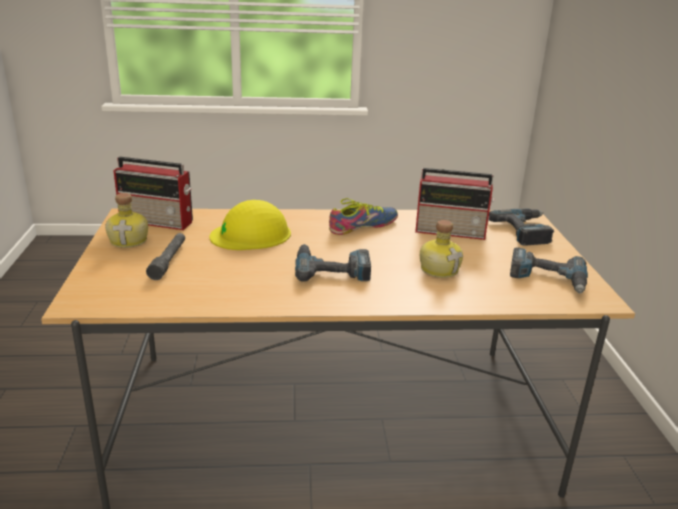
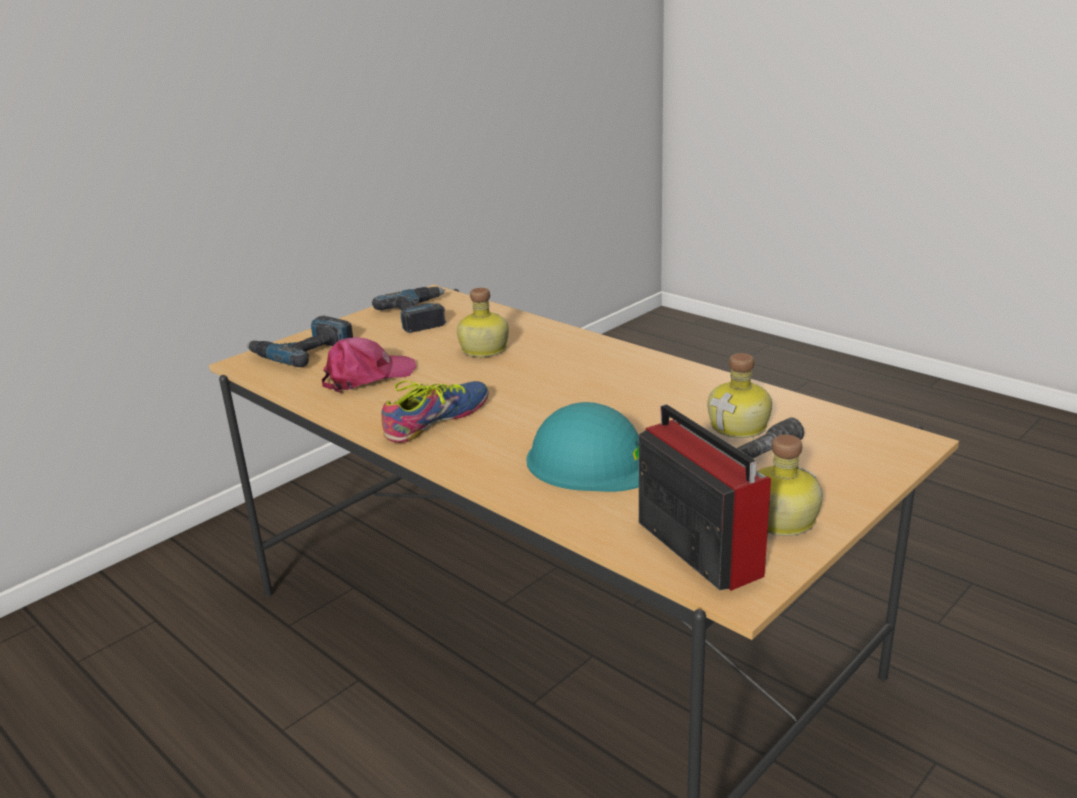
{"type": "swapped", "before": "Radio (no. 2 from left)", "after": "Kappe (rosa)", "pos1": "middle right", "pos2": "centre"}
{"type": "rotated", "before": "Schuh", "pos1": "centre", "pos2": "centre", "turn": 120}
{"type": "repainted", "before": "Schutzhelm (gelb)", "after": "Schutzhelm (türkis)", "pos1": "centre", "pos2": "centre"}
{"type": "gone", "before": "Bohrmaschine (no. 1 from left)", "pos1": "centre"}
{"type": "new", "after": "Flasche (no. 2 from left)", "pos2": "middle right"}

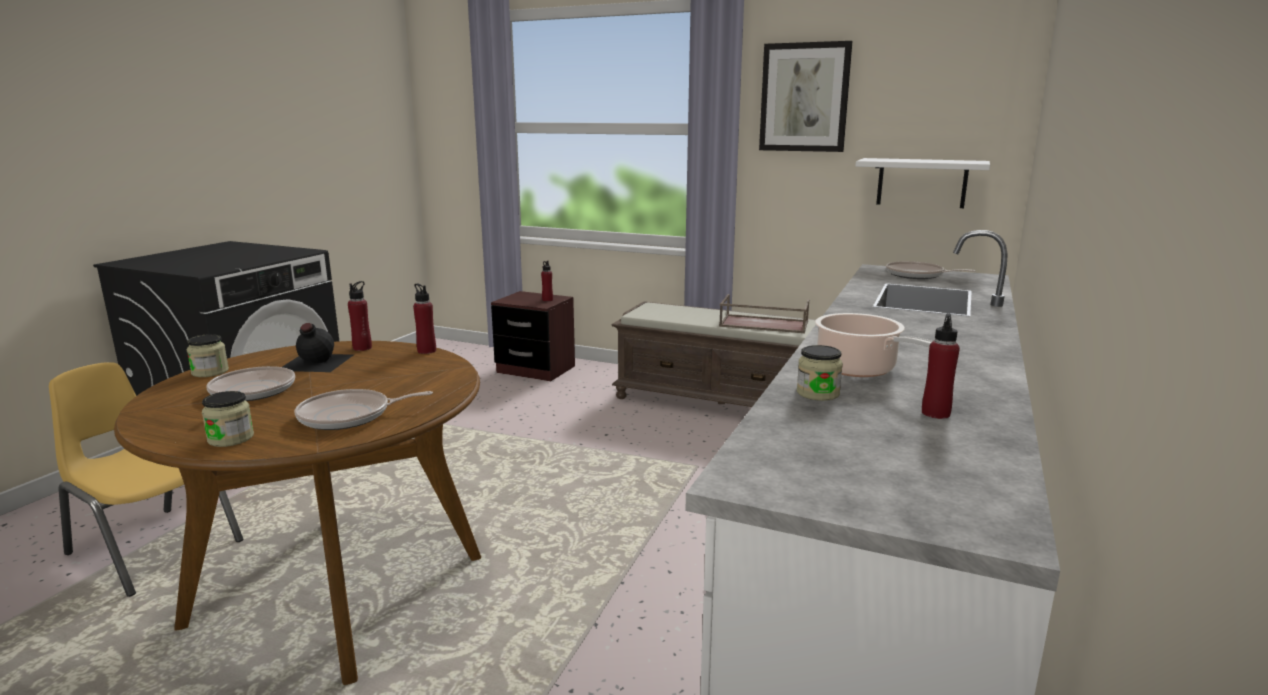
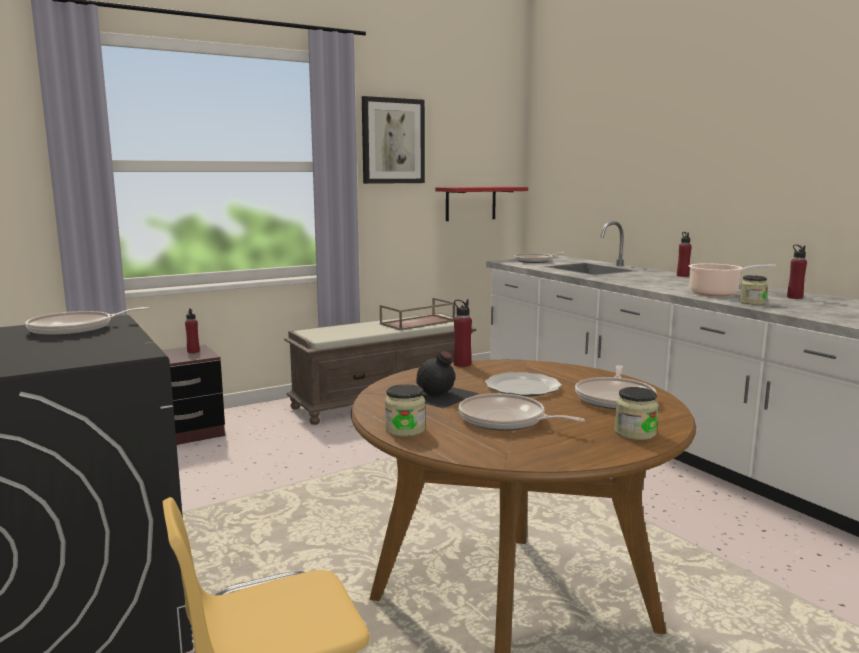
{"type": "repainted", "before": "Wandregal (weiß)", "after": "Wandregal (rot)", "pos1": "top right", "pos2": "top centre"}
{"type": "shifted", "before": "Flasche (rot) (no. 1 from left in the first image)", "after": "Flasche (rot) (no. 3 from left)", "pos1": "middle left", "pos2": "middle right"}
{"type": "new", "after": "Pfanne (no. 1 from left)", "pos2": "middle left"}
{"type": "new", "after": "Teller", "pos2": "centre"}

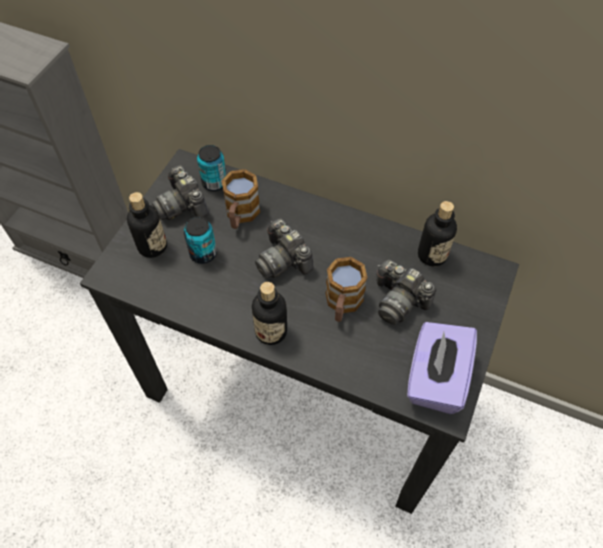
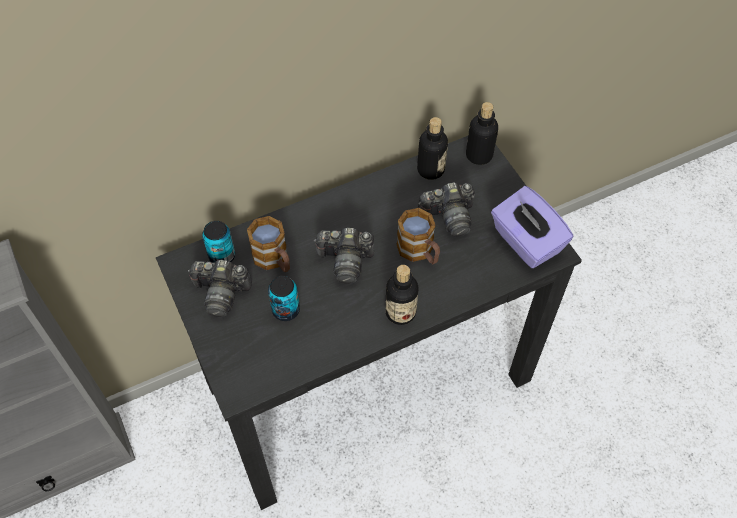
{"type": "shifted", "before": "Flasche (no. 1 from left in the first image)", "after": "Flasche (no. 3 from left)", "pos1": "middle left", "pos2": "top centre"}

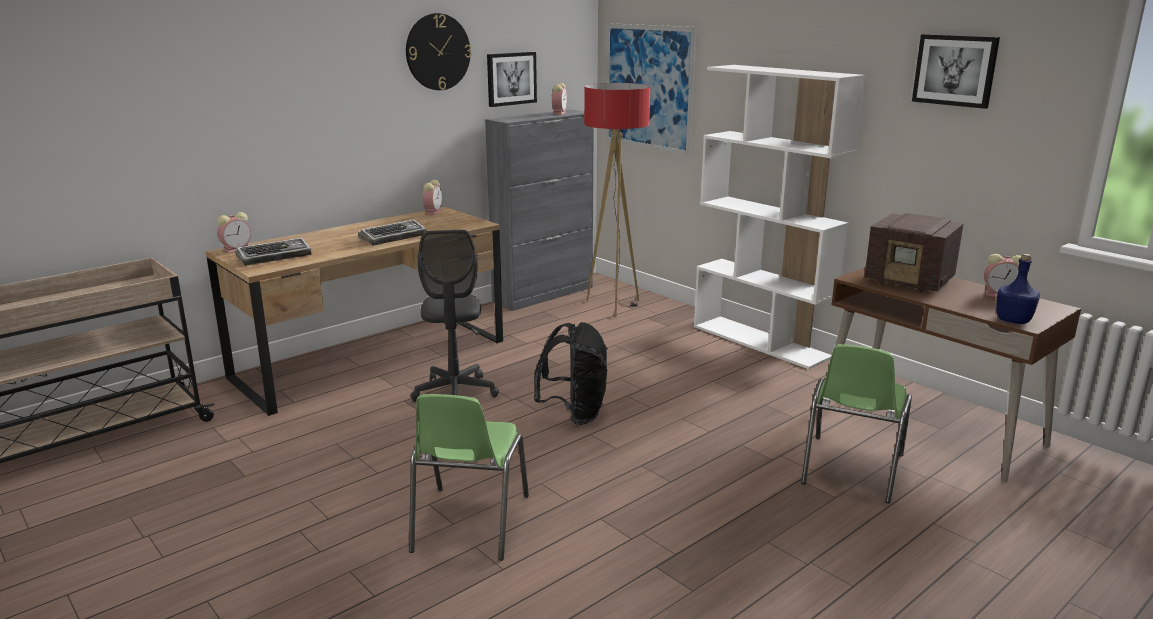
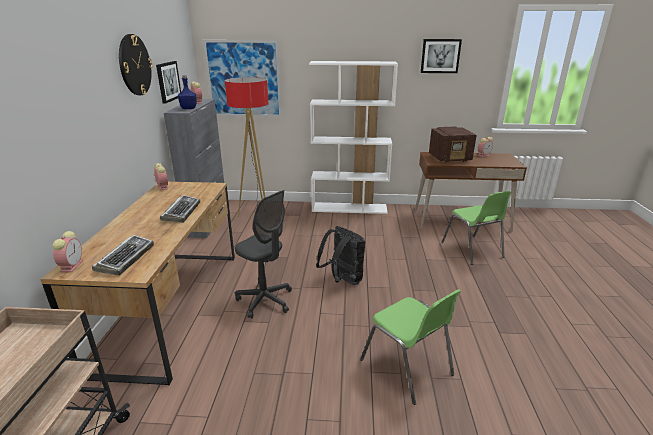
{"type": "shifted", "before": "Flasche (blau)", "pos1": "middle right", "pos2": "top left"}

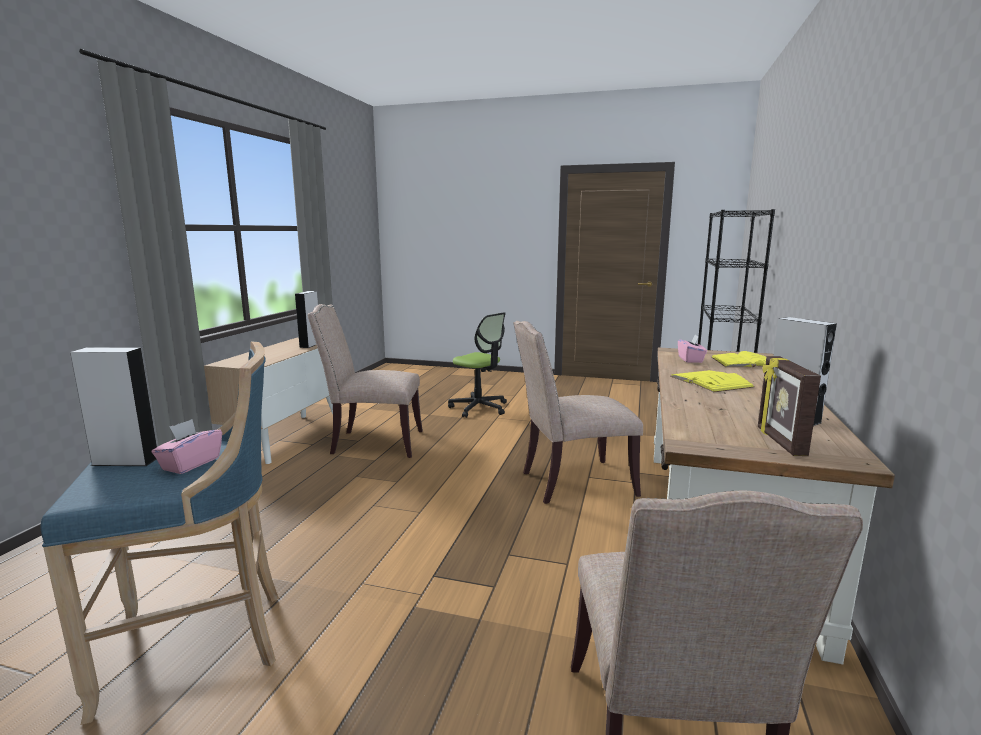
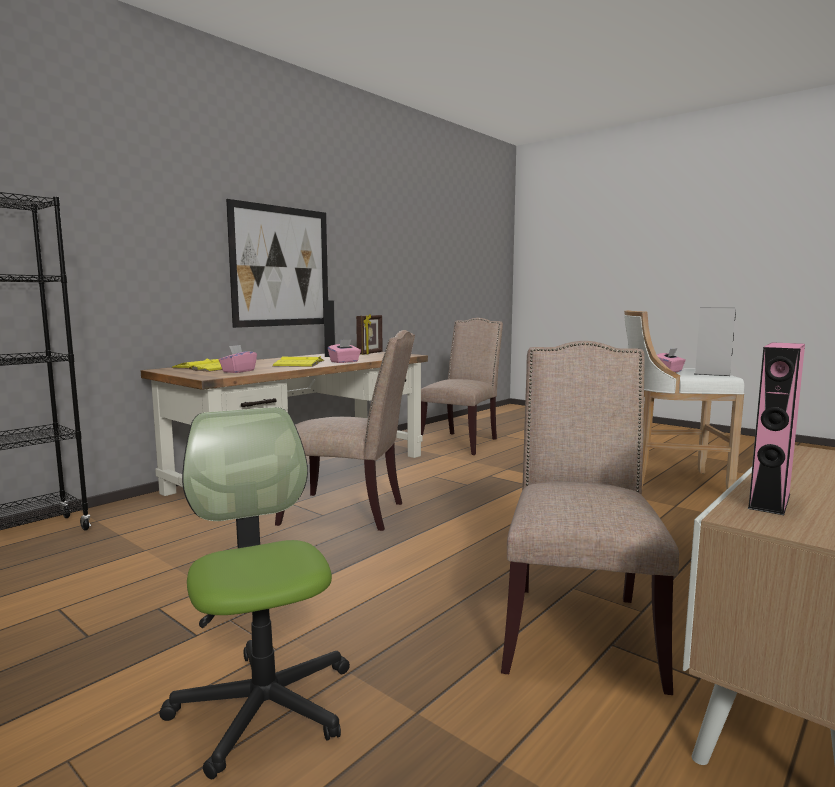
{"type": "repainted", "before": "Lautsprecher (grau) (no. 2 from left)", "after": "Lautsprecher (rosa)", "pos1": "middle left", "pos2": "middle right"}
{"type": "rotated", "before": "Stuhl (beige) (no. 1 from left in the first image)", "pos1": "centre", "pos2": "middle right", "turn": -105}
{"type": "repainted", "before": "Hocker (blau)", "after": "Hocker (weiß)", "pos1": "bottom left", "pos2": "middle right"}
{"type": "new", "after": "Bild", "pos2": "middle left"}
{"type": "new", "after": "Taschentuchbox (rosa) (no. 2 from left)", "pos2": "centre"}

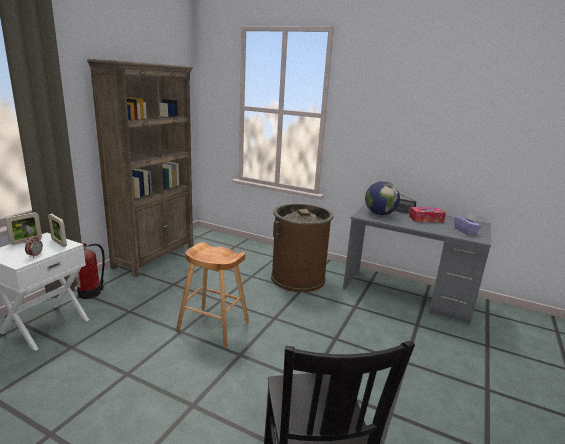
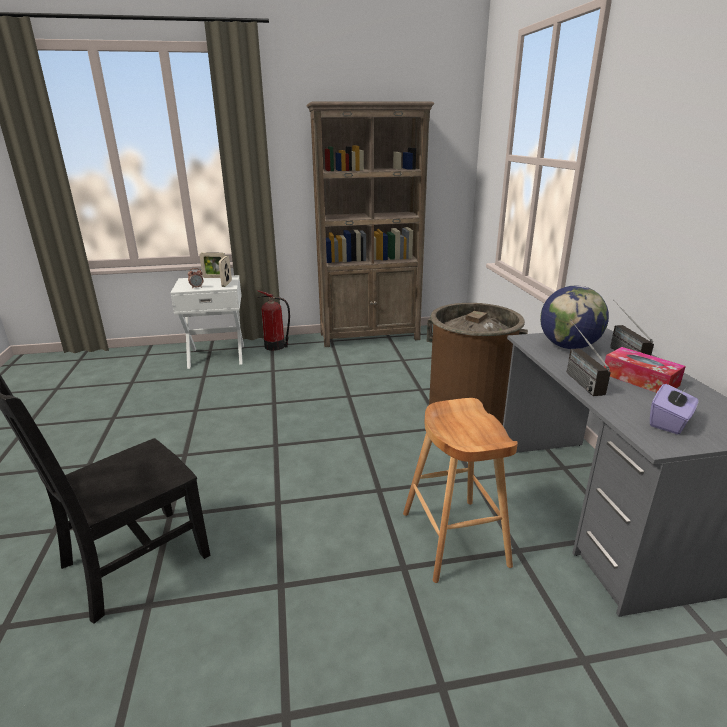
{"type": "shifted", "before": "Hocker (braun)", "pos1": "centre", "pos2": "bottom centre"}
{"type": "new", "after": "Radio (no. 1 from left)", "pos2": "middle right"}

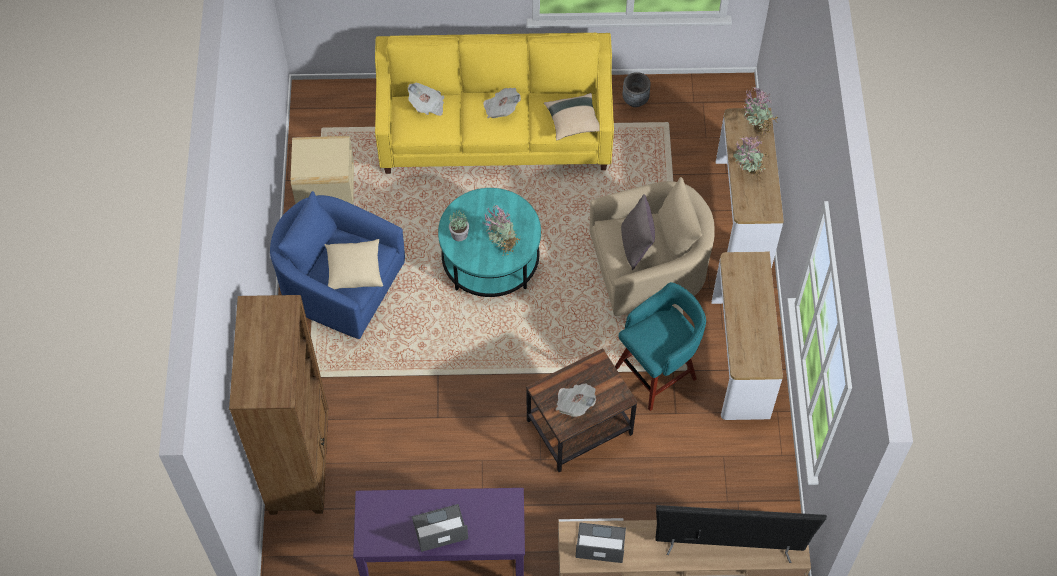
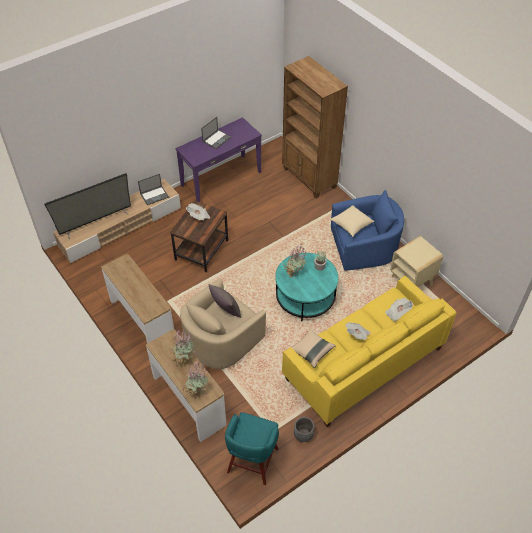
{"type": "shifted", "before": "Hocker (türkis)", "pos1": "centre", "pos2": "bottom centre"}

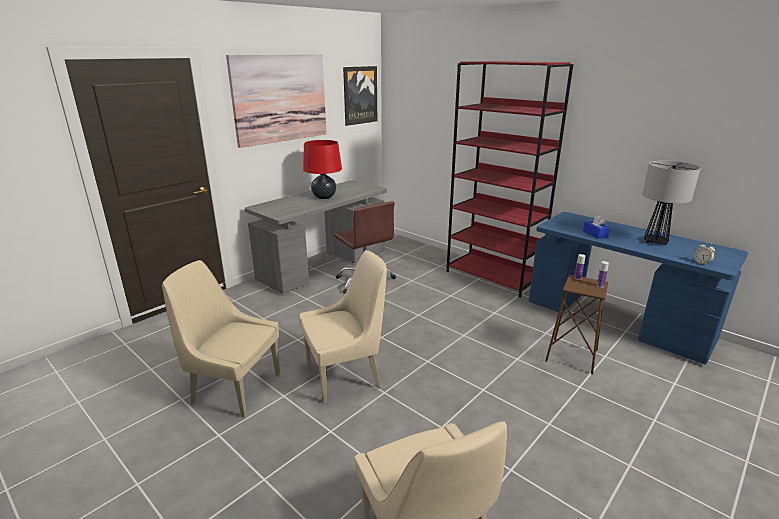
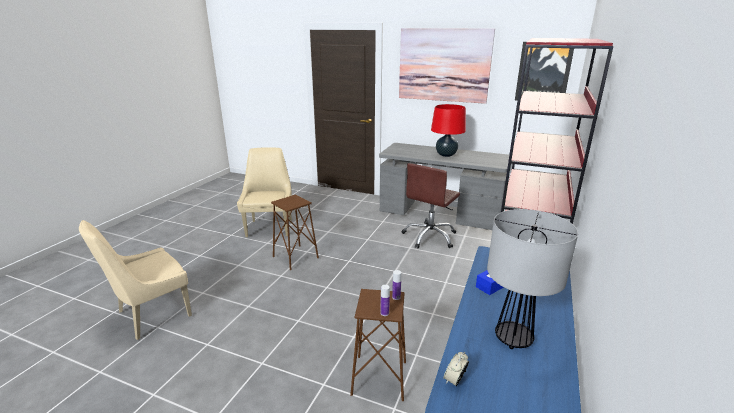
{"type": "swapped", "before": "Stuhl (beige) (no. 2 from left)", "after": "Hocker (braun) (no. 1 from left)", "pos1": "centre", "pos2": "centre"}

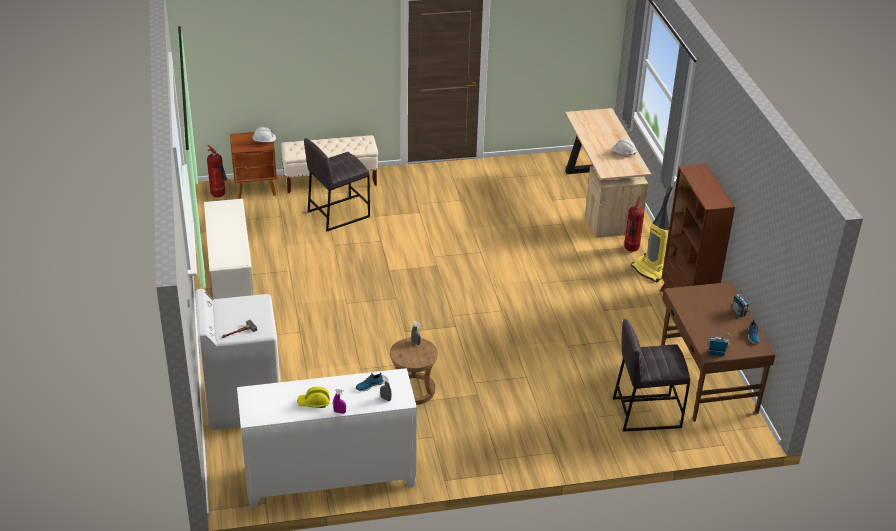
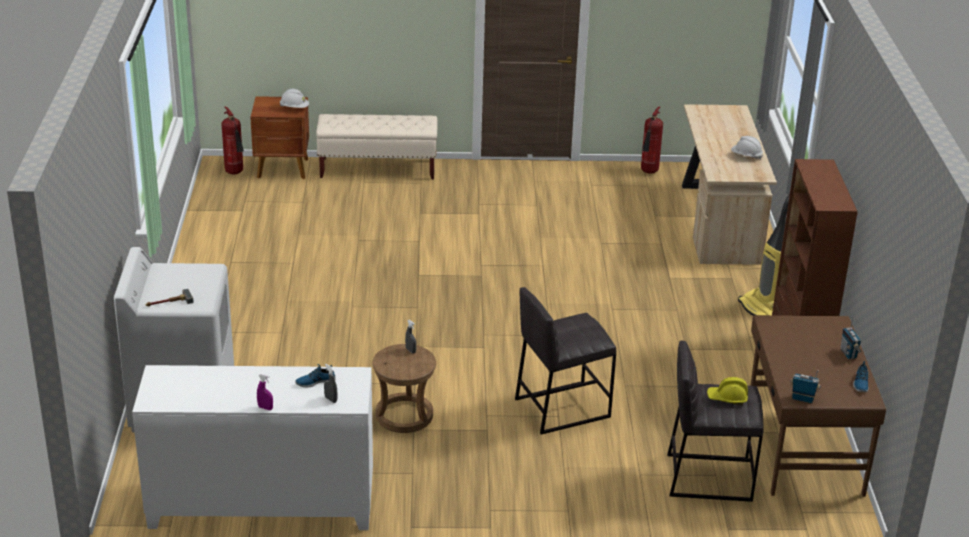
{"type": "shifted", "before": "Hocker (grau) (no. 1 from left)", "pos1": "centre", "pos2": "bottom centre"}
{"type": "shifted", "before": "Feuerlöscher (no. 2 from left)", "pos1": "middle right", "pos2": "top right"}
{"type": "gone", "before": "Schuhregal (weiß)", "pos1": "middle left"}
{"type": "shifted", "before": "Schutzhelm (gelb)", "pos1": "bottom centre", "pos2": "bottom right"}

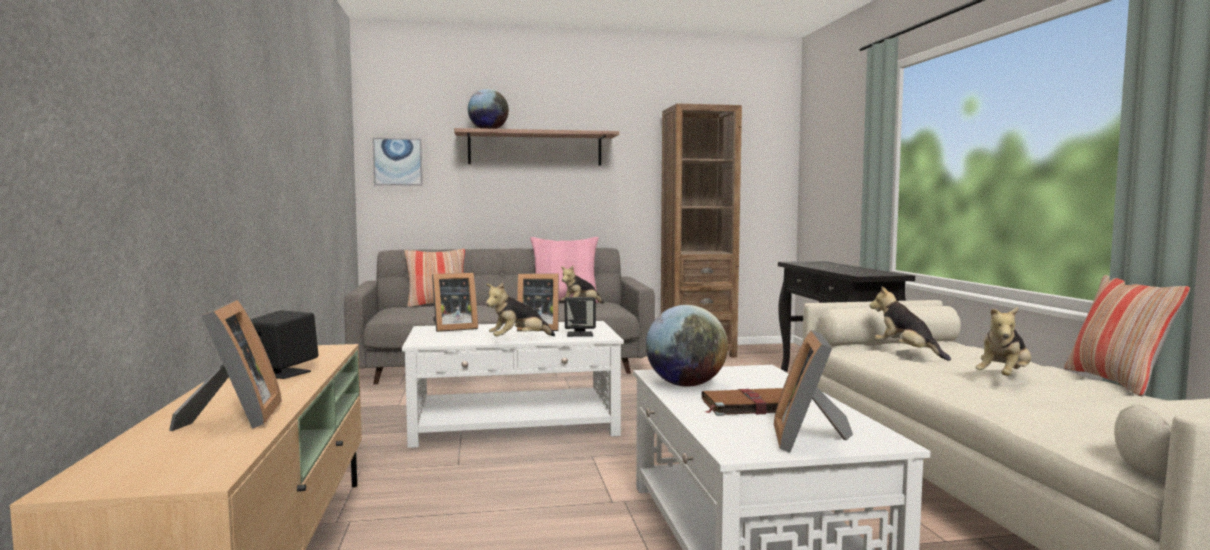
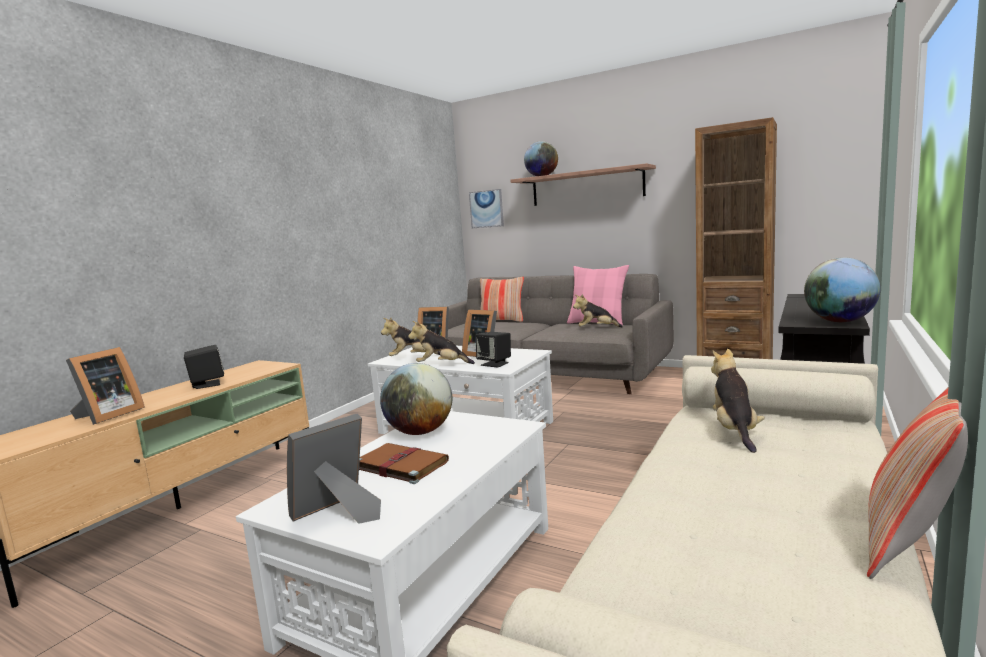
{"type": "shifted", "before": "Plüschtier (no. 4 from left in the first image)", "after": "Plüschtier (no. 1 from left)", "pos1": "middle right", "pos2": "centre"}
{"type": "new", "after": "Globus (no. 3 from left)", "pos2": "middle right"}

